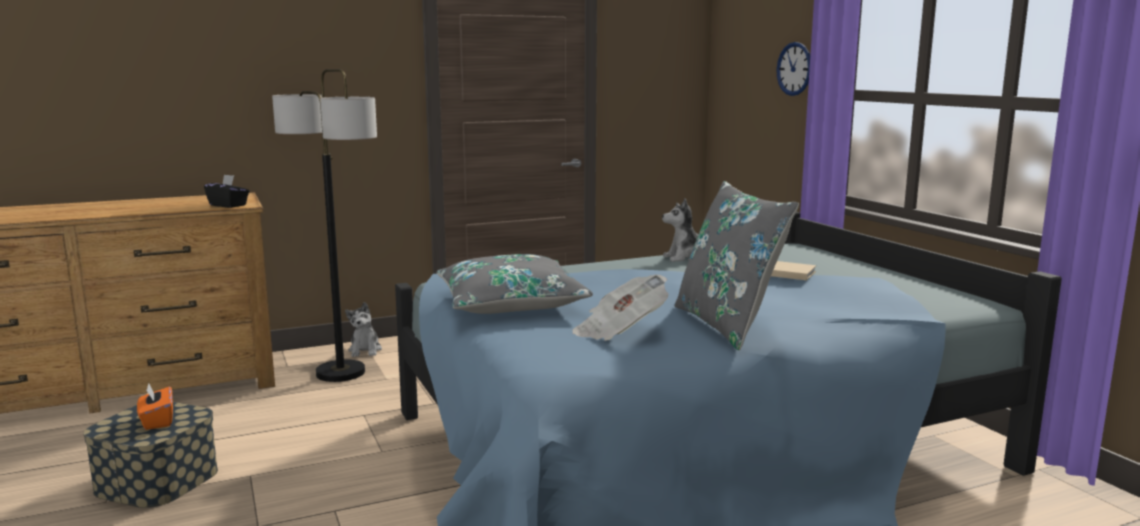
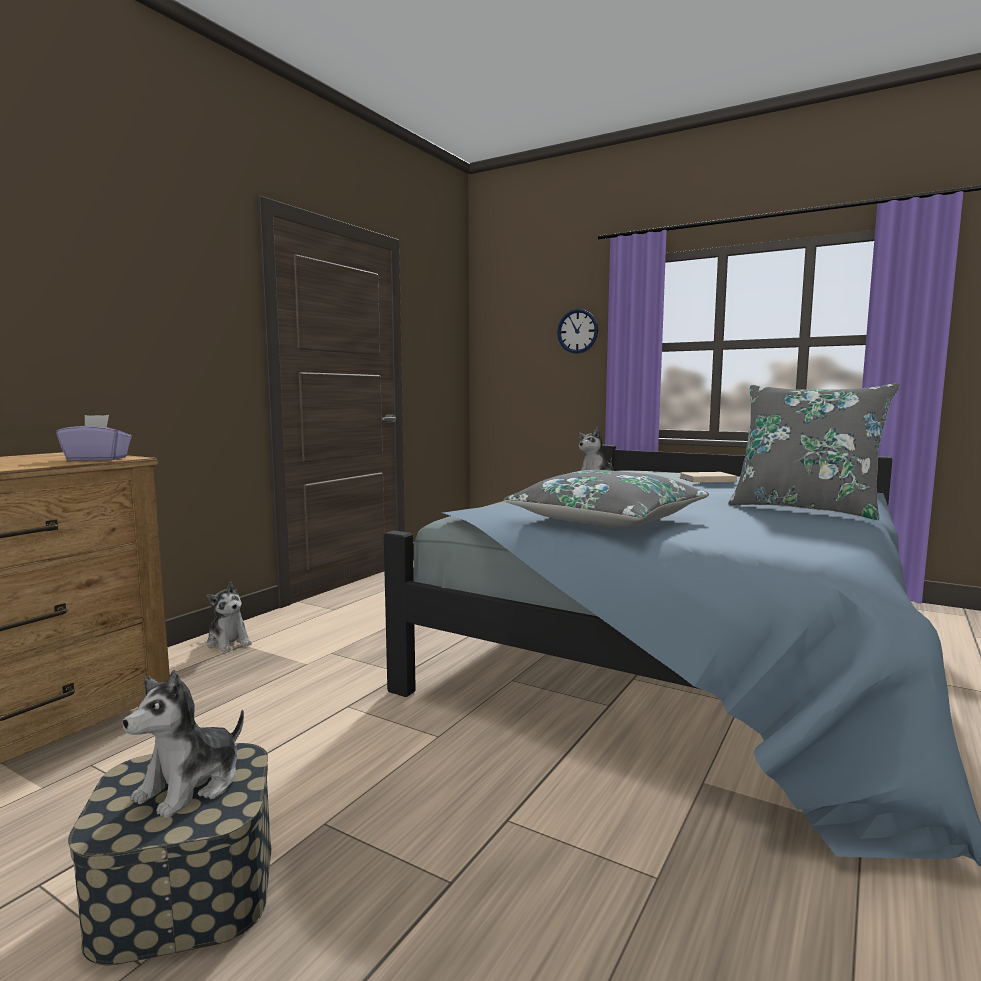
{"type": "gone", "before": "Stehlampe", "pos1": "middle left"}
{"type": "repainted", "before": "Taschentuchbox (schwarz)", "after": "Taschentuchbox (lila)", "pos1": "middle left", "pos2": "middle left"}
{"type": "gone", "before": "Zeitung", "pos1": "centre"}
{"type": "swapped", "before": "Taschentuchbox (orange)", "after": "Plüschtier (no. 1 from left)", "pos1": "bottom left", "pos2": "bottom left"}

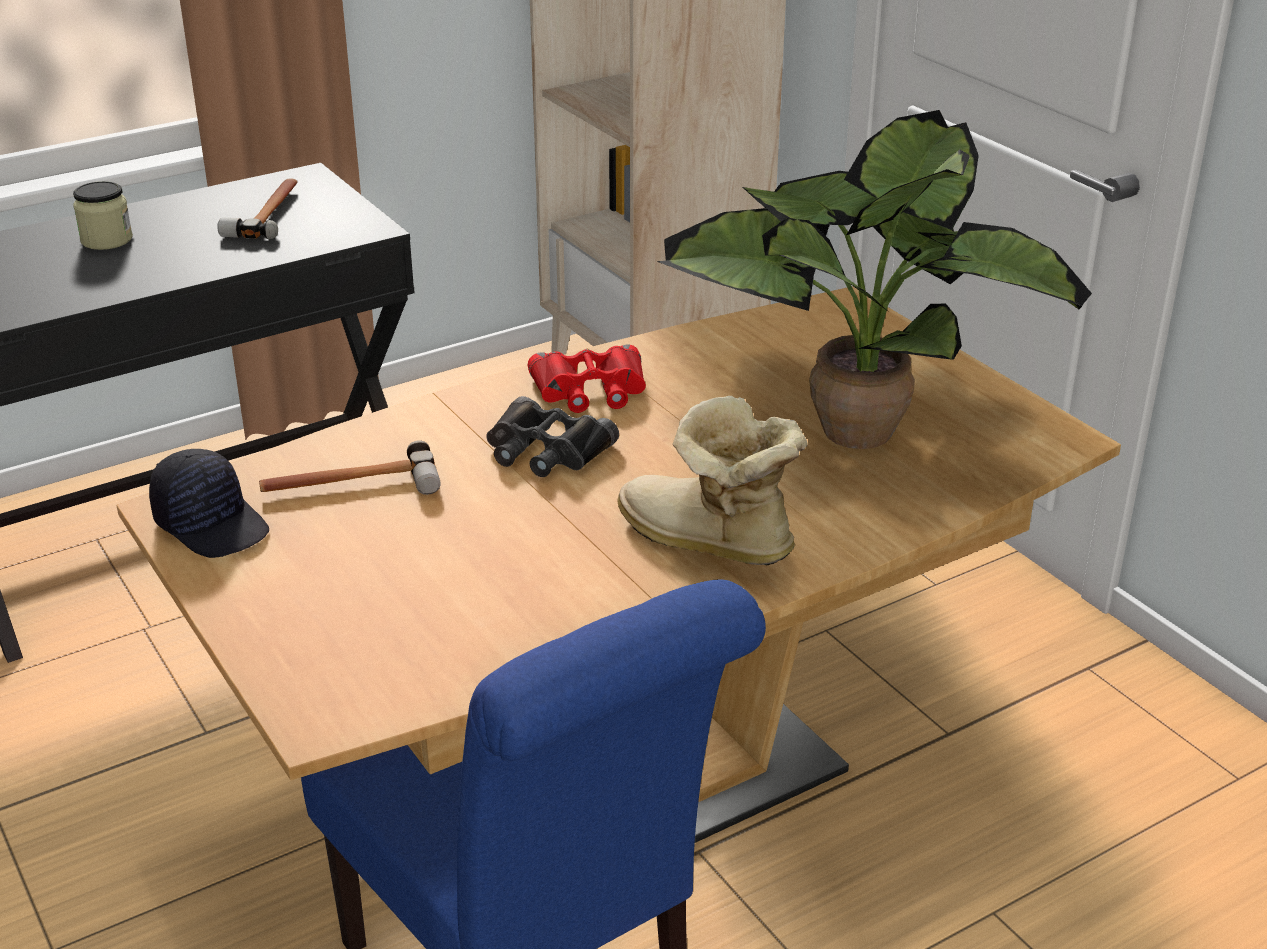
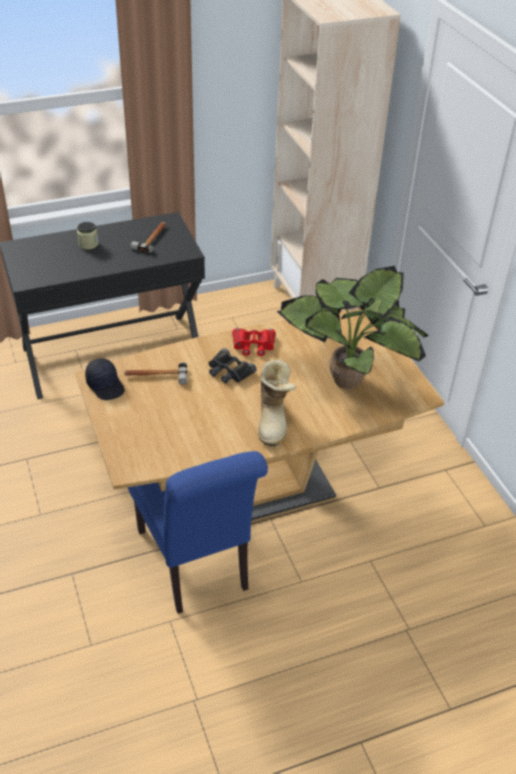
{"type": "rotated", "before": "Stiefel", "pos1": "centre", "pos2": "centre", "turn": -135}

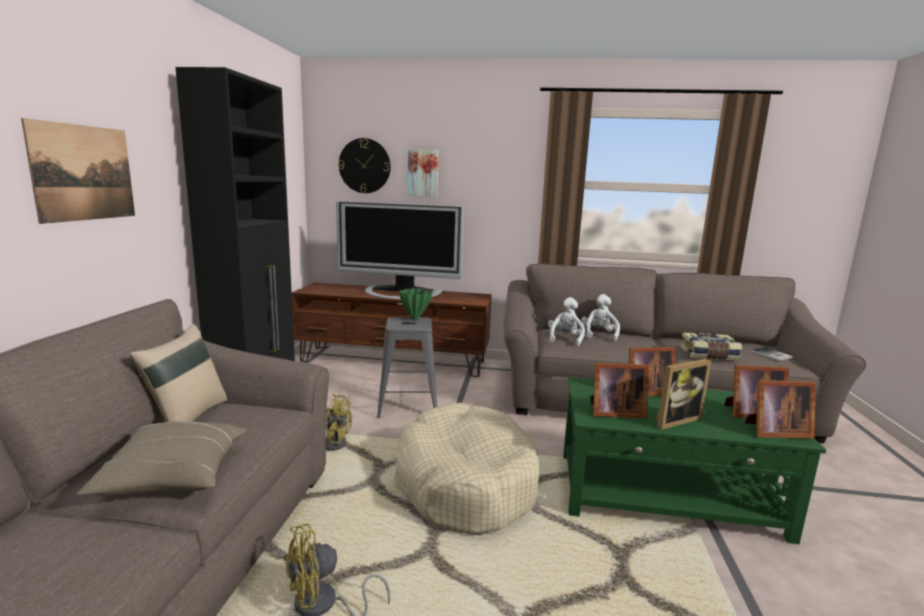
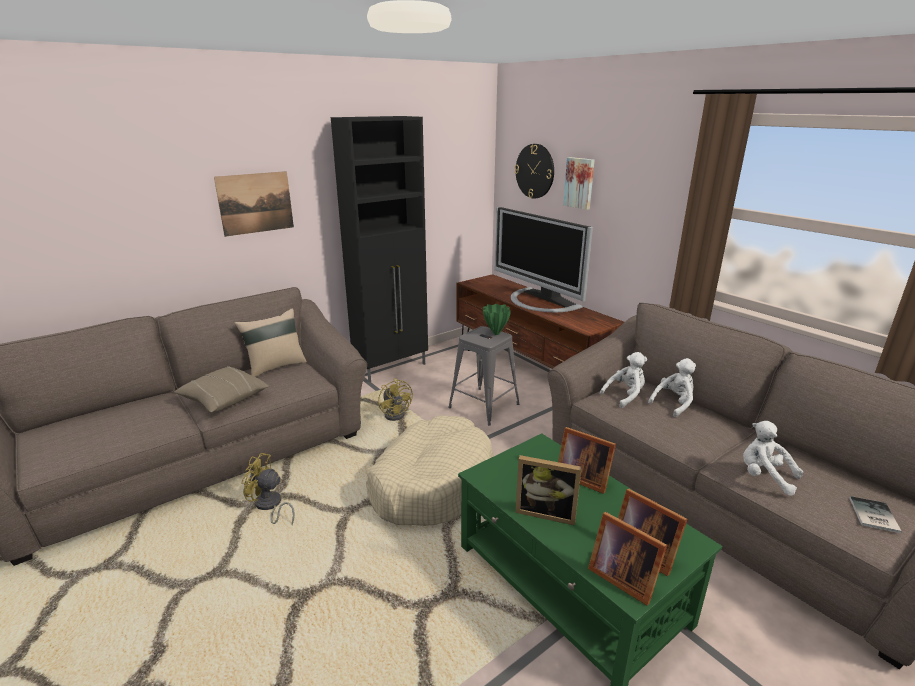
{"type": "swapped", "before": "Buch (no. 1 from left)", "after": "Plüschtier (weiß) (no. 3 from left)", "pos1": "middle right", "pos2": "bottom right"}
{"type": "gone", "before": "Bilderrahmen (no. 1 from left)", "pos1": "middle right"}

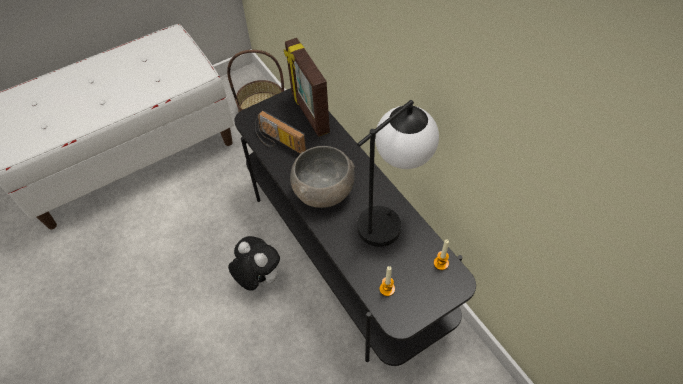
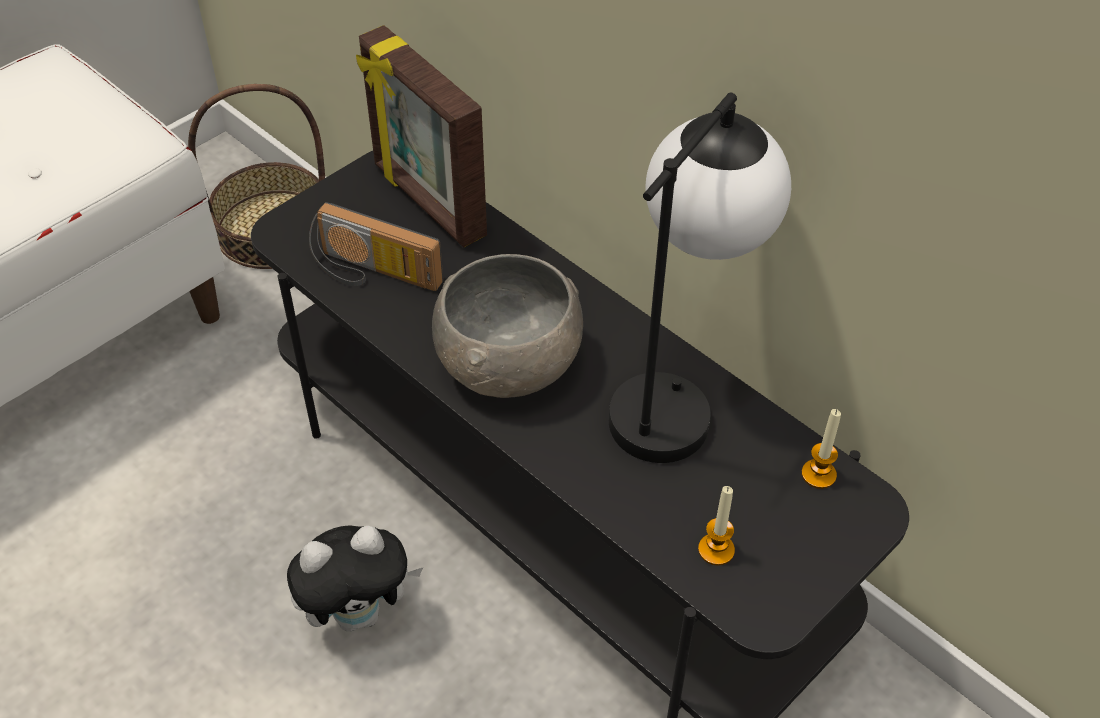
{"type": "rotated", "before": "Plüschtier", "pos1": "bottom centre", "pos2": "bottom left", "turn": 135}

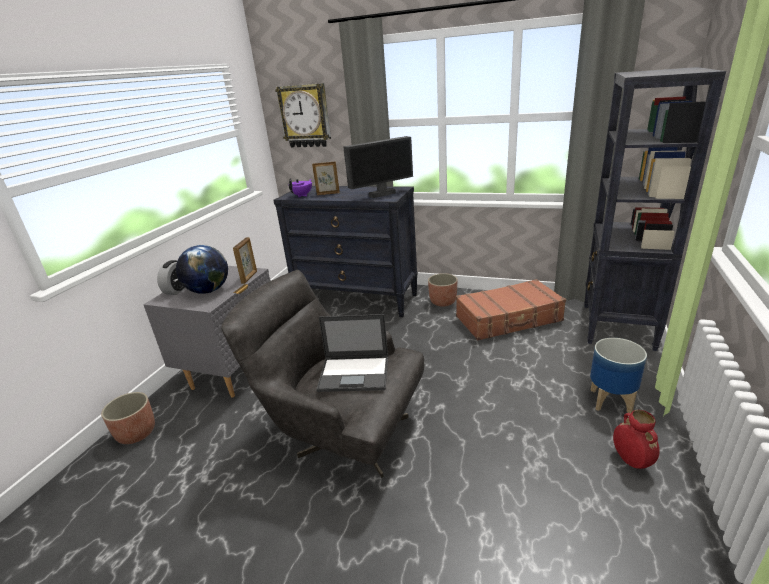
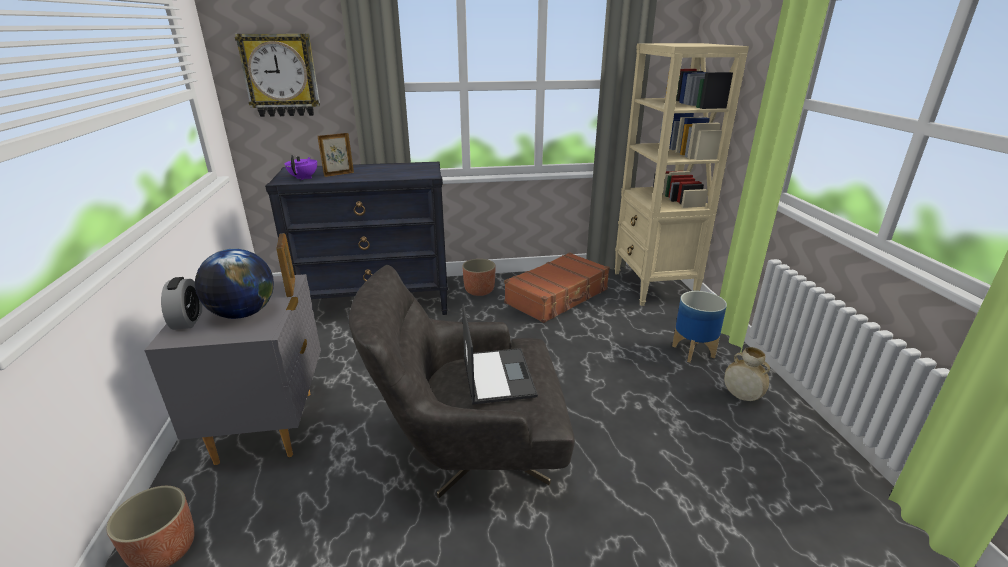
{"type": "repainted", "before": "Bücherregal (schwarz)", "after": "Bücherregal (beige)", "pos1": "middle right", "pos2": "top right"}
{"type": "gone", "before": "Monitor", "pos1": "top centre"}
{"type": "rotated", "before": "Laptop", "pos1": "centre", "pos2": "centre", "turn": -75}
{"type": "repainted", "before": "Vase (rot)", "after": "Vase (beige)", "pos1": "bottom right", "pos2": "middle right"}

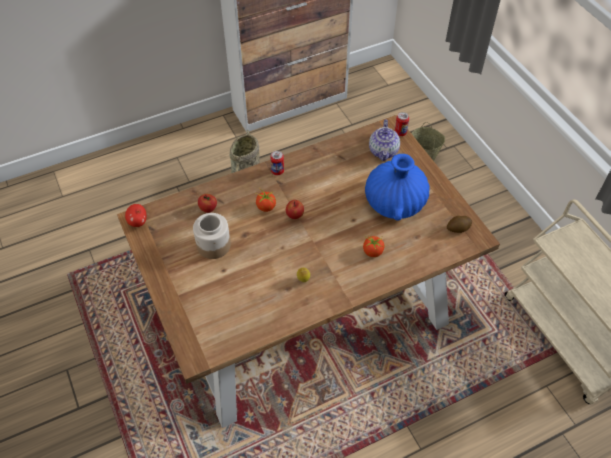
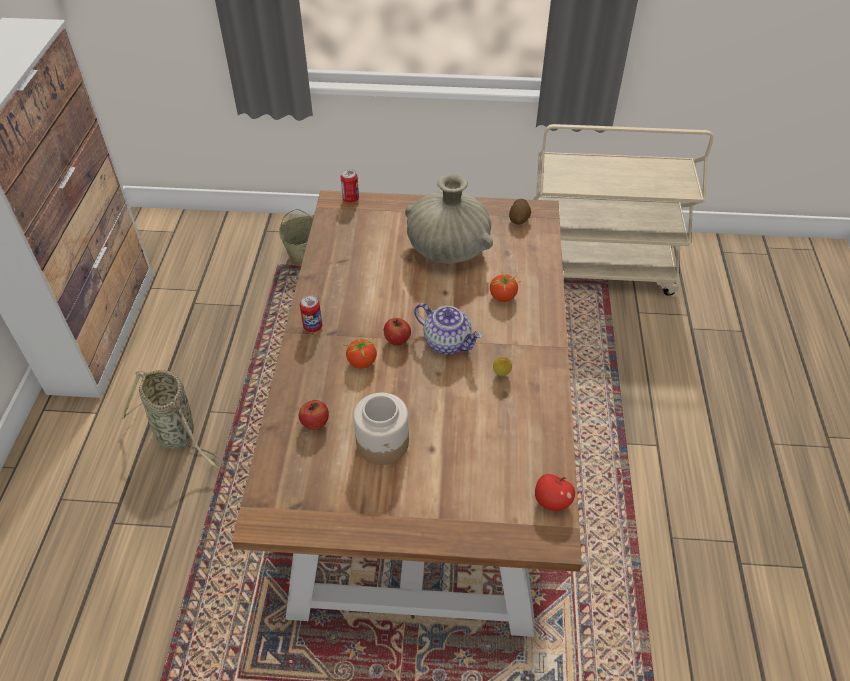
{"type": "shifted", "before": "Teekanne", "pos1": "top centre", "pos2": "centre"}
{"type": "repainted", "before": "Vase (blau)", "after": "Vase (beige)", "pos1": "centre", "pos2": "top centre"}
{"type": "shifted", "before": "Apfel (no. 1 from left in the first image)", "after": "Apfel (no. 3 from left)", "pos1": "middle left", "pos2": "bottom centre"}

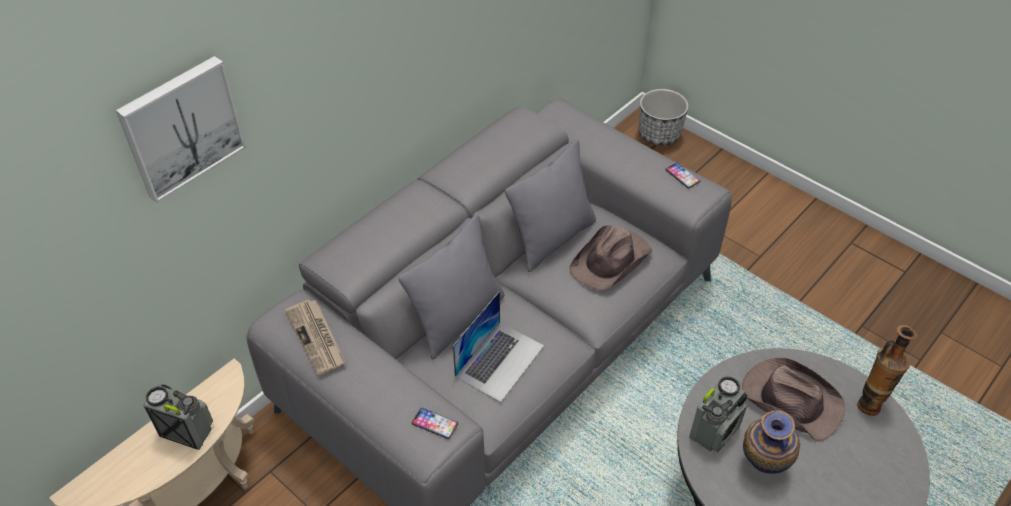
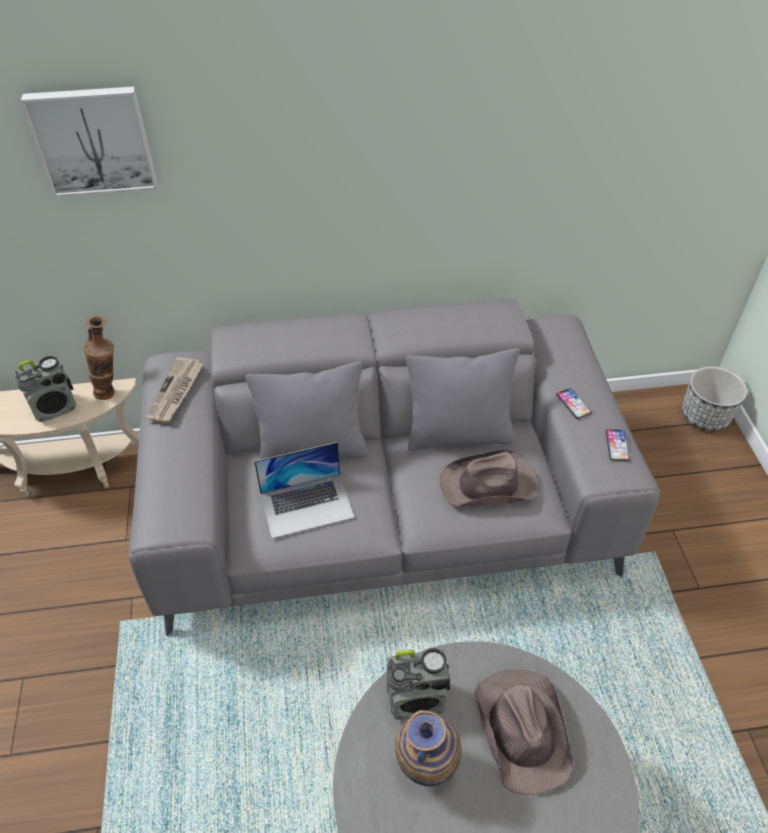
{"type": "shifted", "before": "Vase (no. 2 from left in the first image)", "after": "Vase (no. 1 from left)", "pos1": "bottom right", "pos2": "middle left"}
{"type": "rotated", "before": "Radio (no. 1 from left)", "pos1": "bottom left", "pos2": "middle left", "turn": 90}
{"type": "shifted", "before": "Handy (no. 1 from left)", "pos1": "bottom centre", "pos2": "middle right"}

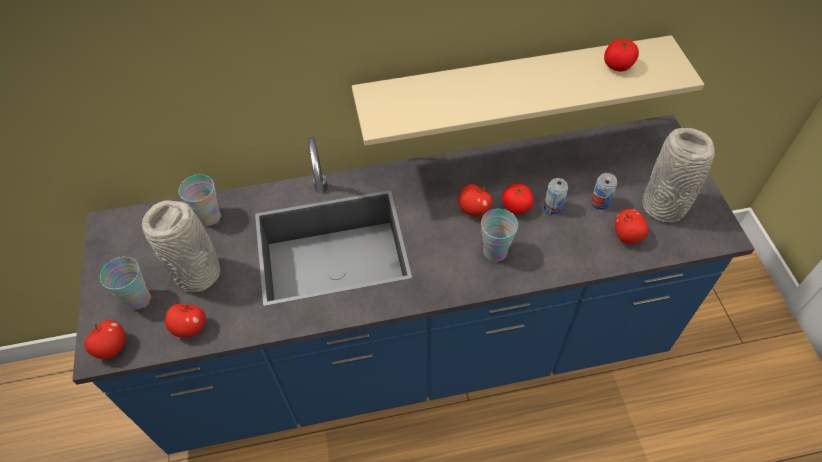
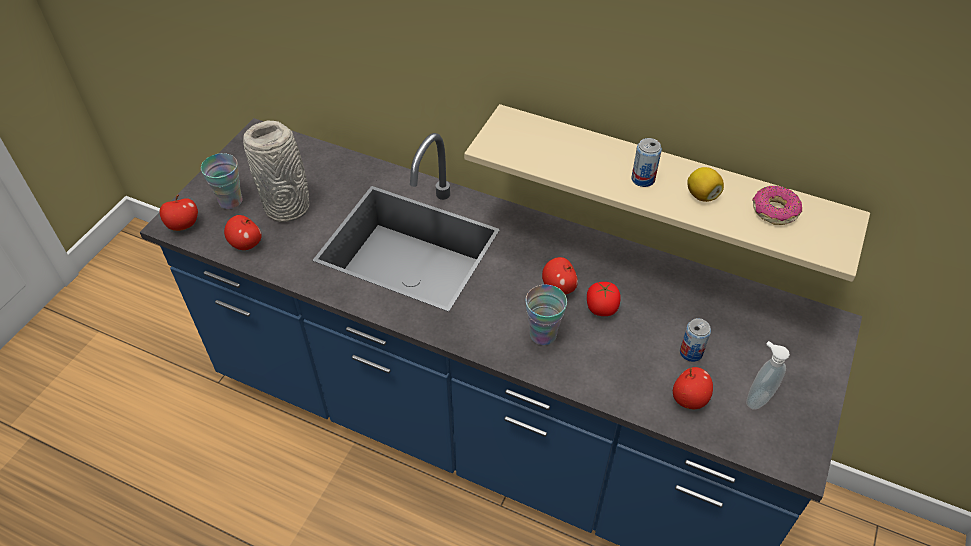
{"type": "swapped", "before": "Tomate (no. 2 from left)", "after": "Donut", "pos1": "top right", "pos2": "middle right"}
{"type": "swapped", "before": "Vase (grau) (no. 2 from left)", "after": "Seifenspender", "pos1": "middle right", "pos2": "bottom right"}
{"type": "gone", "before": "Tasse (no. 2 from left)", "pos1": "middle left"}
{"type": "shifted", "before": "Dose (no. 1 from left)", "pos1": "middle right", "pos2": "top centre"}
{"type": "new", "after": "Zitrone", "pos2": "middle right"}

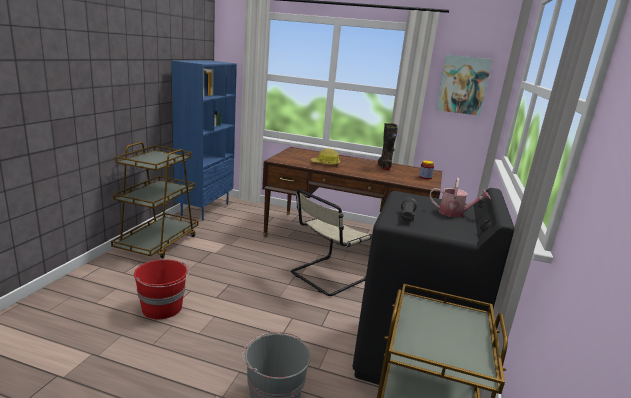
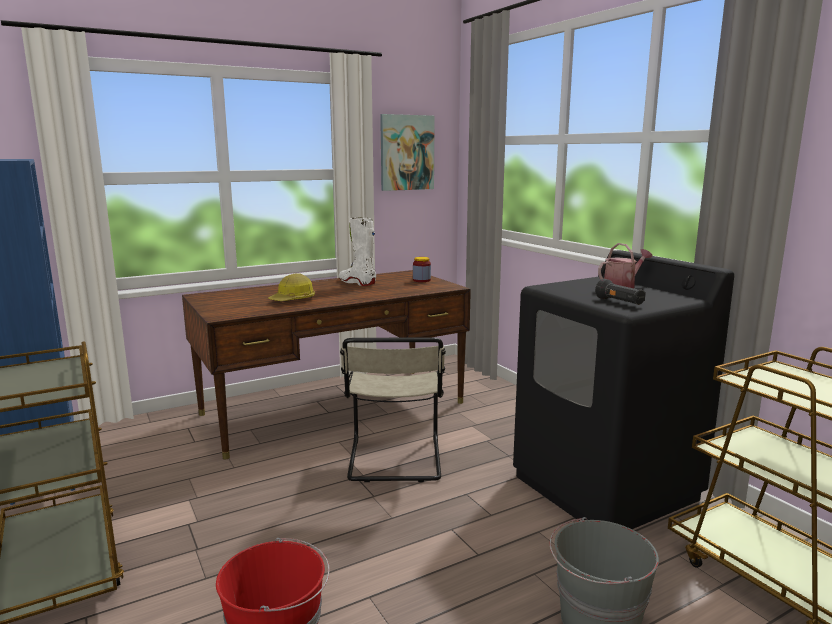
{"type": "repainted", "before": "Stiefel (schwarz)", "after": "Stiefel (weiß)", "pos1": "centre", "pos2": "centre"}

